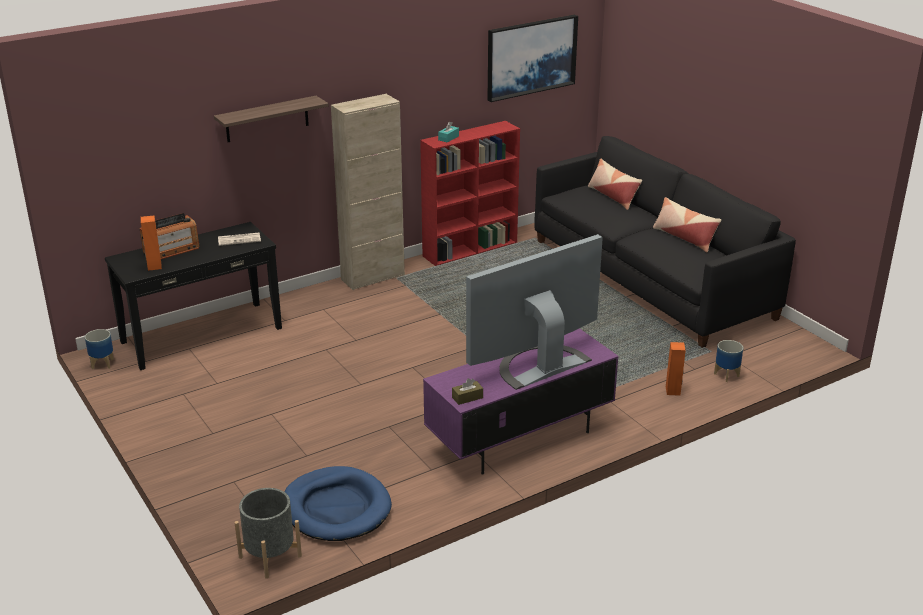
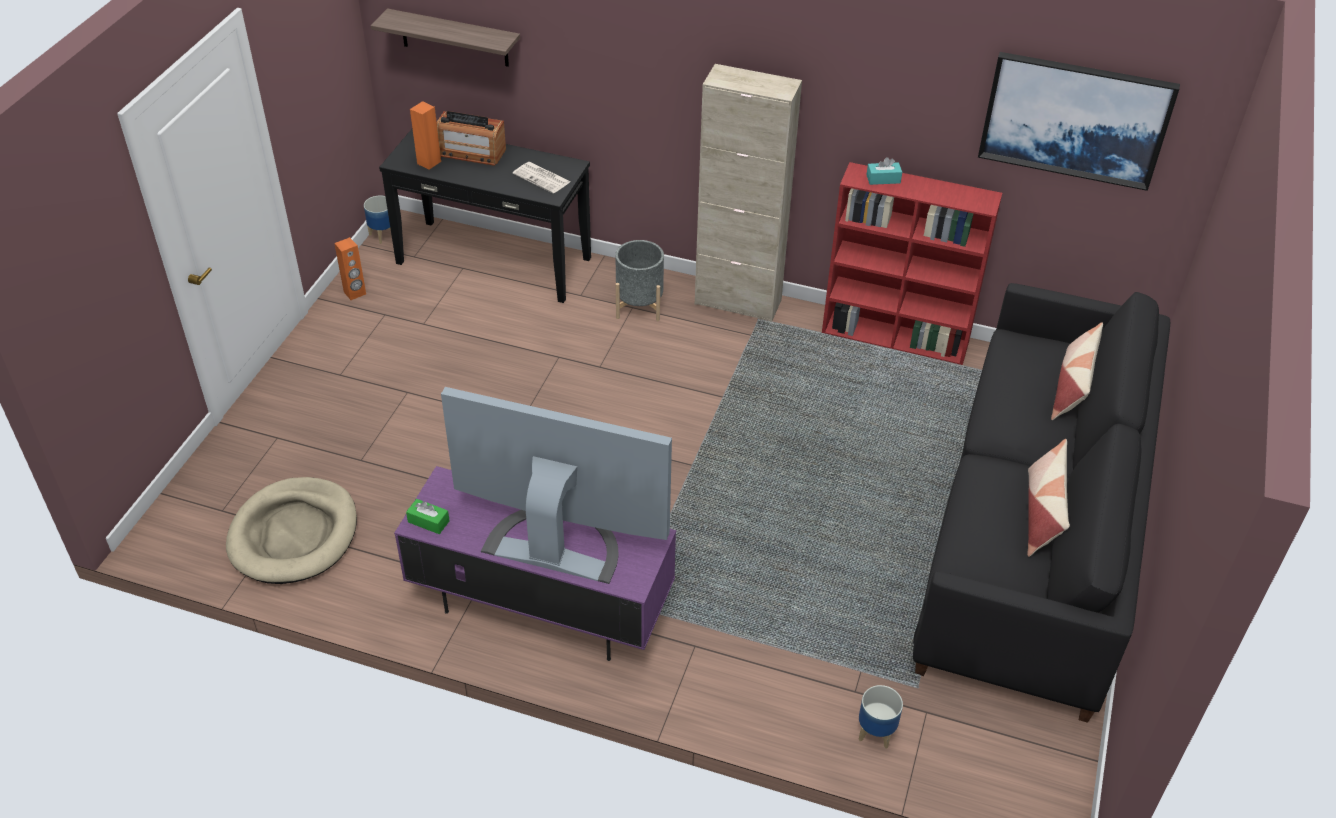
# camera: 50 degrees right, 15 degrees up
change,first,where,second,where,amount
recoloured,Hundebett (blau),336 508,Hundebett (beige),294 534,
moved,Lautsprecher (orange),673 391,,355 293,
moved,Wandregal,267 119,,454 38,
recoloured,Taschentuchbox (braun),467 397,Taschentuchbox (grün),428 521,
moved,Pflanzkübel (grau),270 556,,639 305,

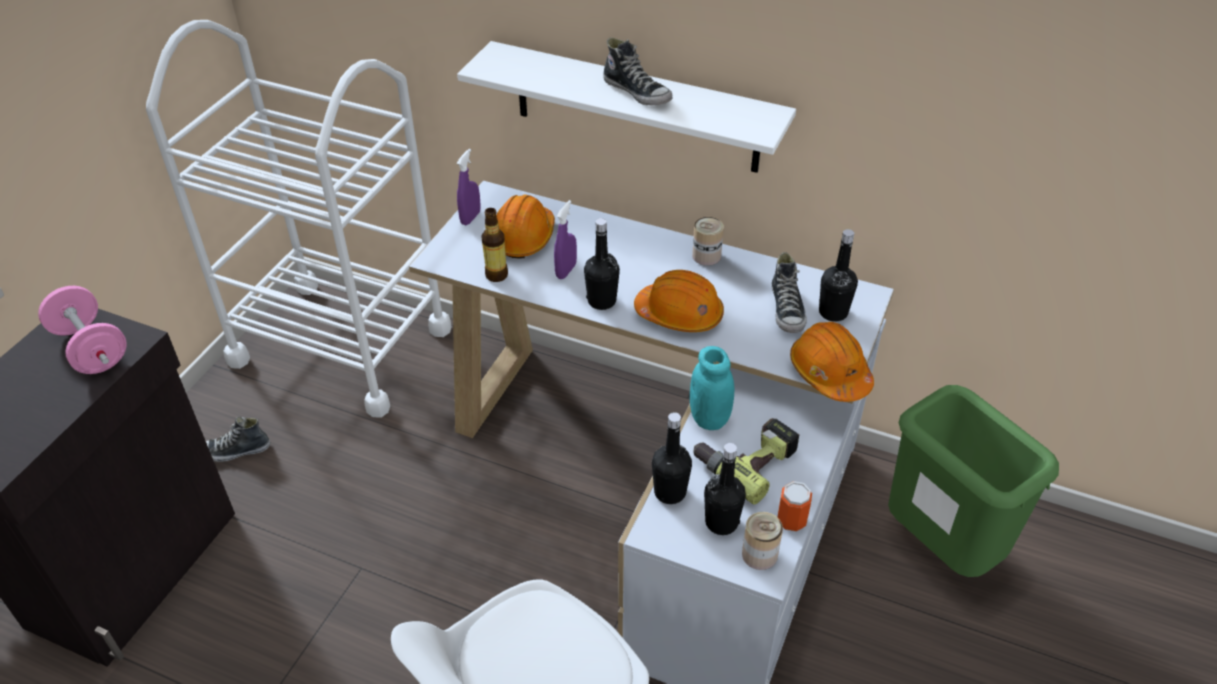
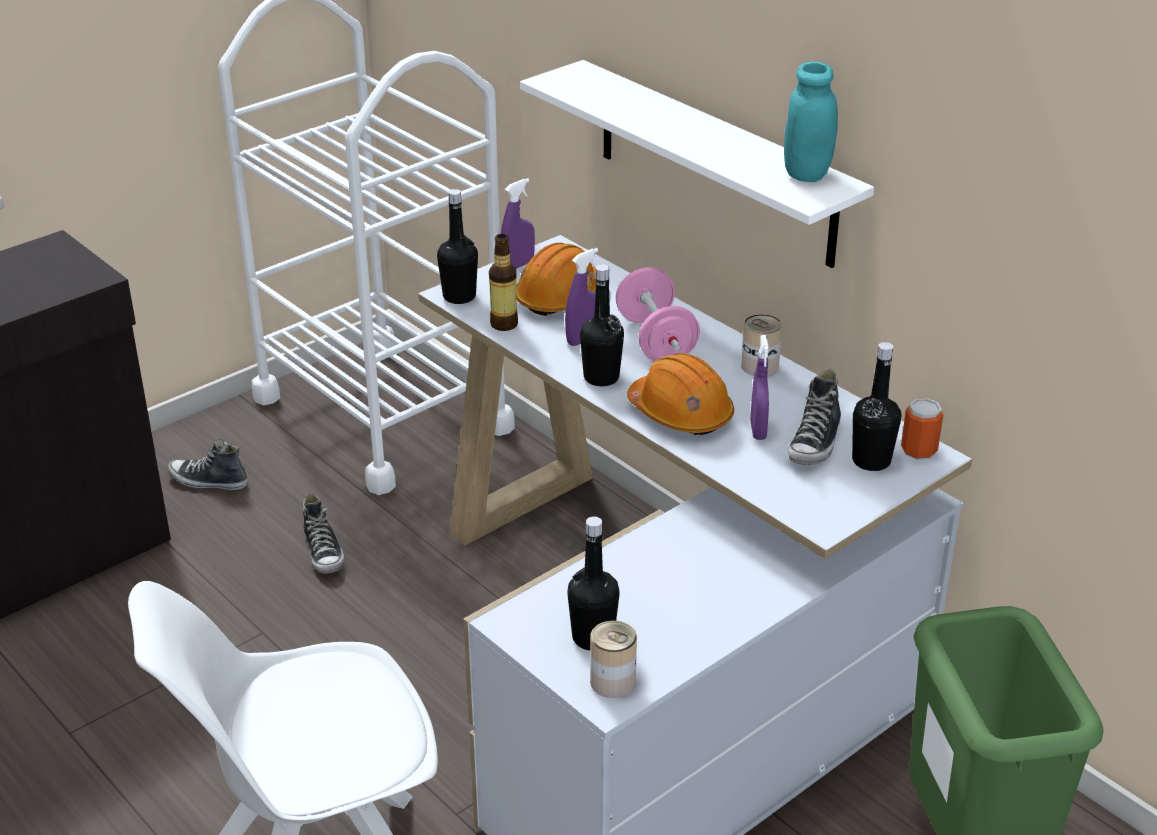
# camera: 25 degrees right, 10 degrees down
change,first,where,second,where,amount
moved,Schuh,637 92,,324 552,
moved,Flasche (schwarz),670 492,,459 296,
moved,Hantel (rosa),91 349,,656 340,
added,,,Sprühflasche (lila),758 430,
moved,Vorratsglas (türkis),709 418,,806 173,
moved,Dose,791 520,,918 451,
removed,Bohrmaschine,747 460,,,
removed,Schutzhelm (orange),829 373,,,

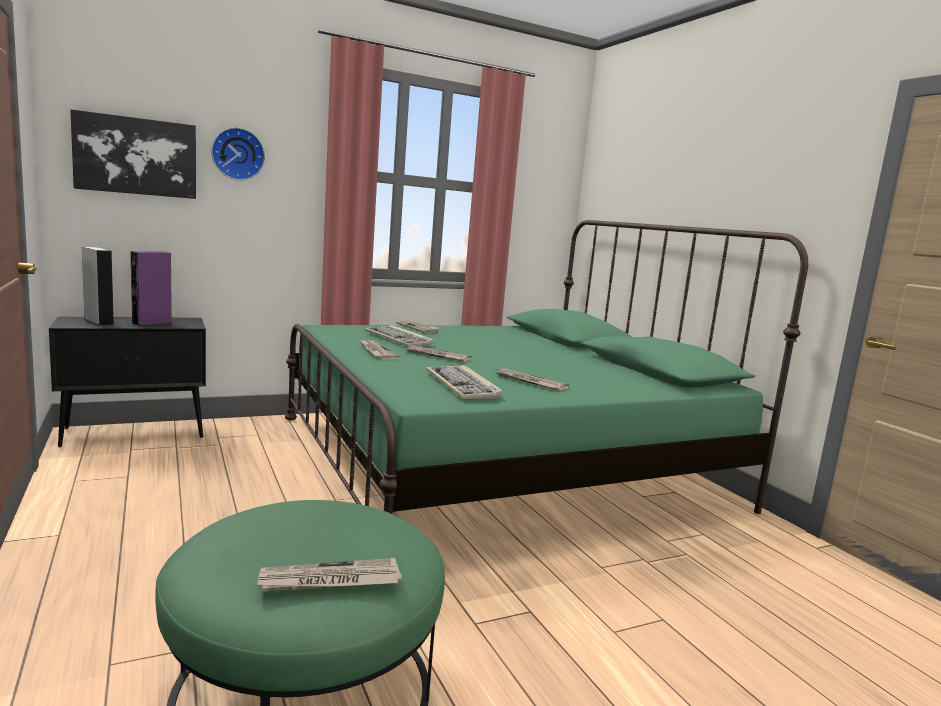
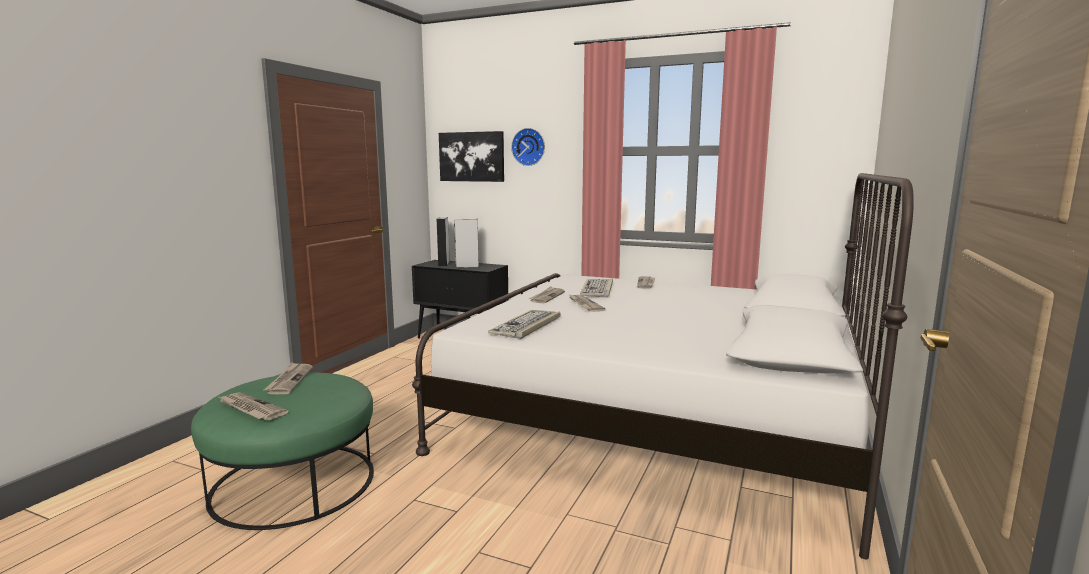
# camera: 50 degrees right, 0 degrees up
change,first,where,second,where,amount
moved,Zeitung,529 382,,289 380,
recoloured,Bett (grün),499 460,Bett (weiß),658 414,
recoloured,Lautsprecher (lila),152 323,Lautsprecher (grau),467 266,

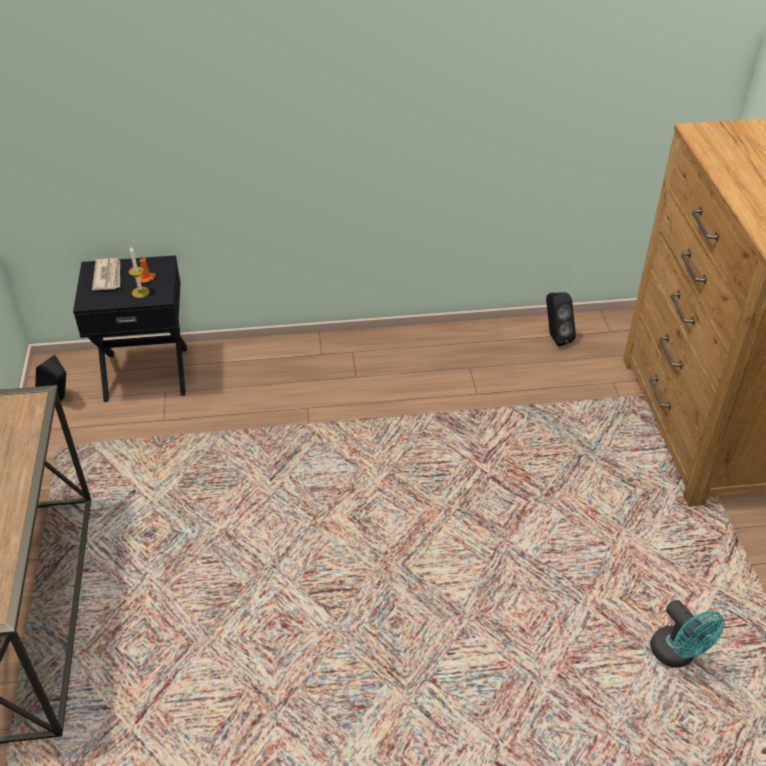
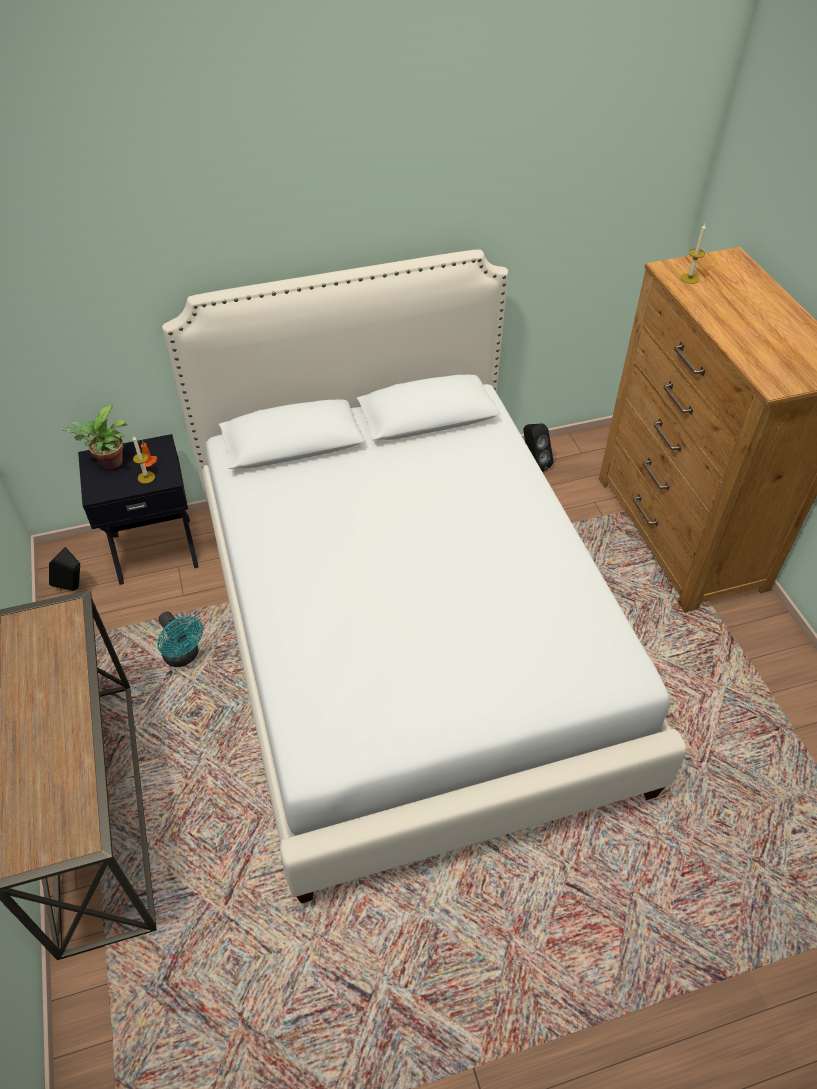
# camera: 10 degrees left, 5 degrees up
change,first,where,second,where,amount
replaced,Zeitung,108 276,Topfpflanze,109 464,
moved,Ventilator (türkis),678 655,,184 656,
added,,,Bett (weiß),408 637,
added,,,Kerze,690 278,

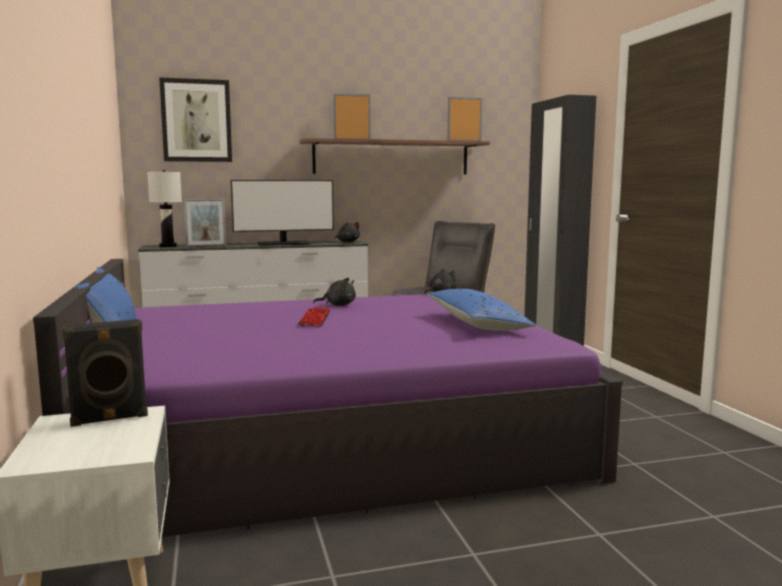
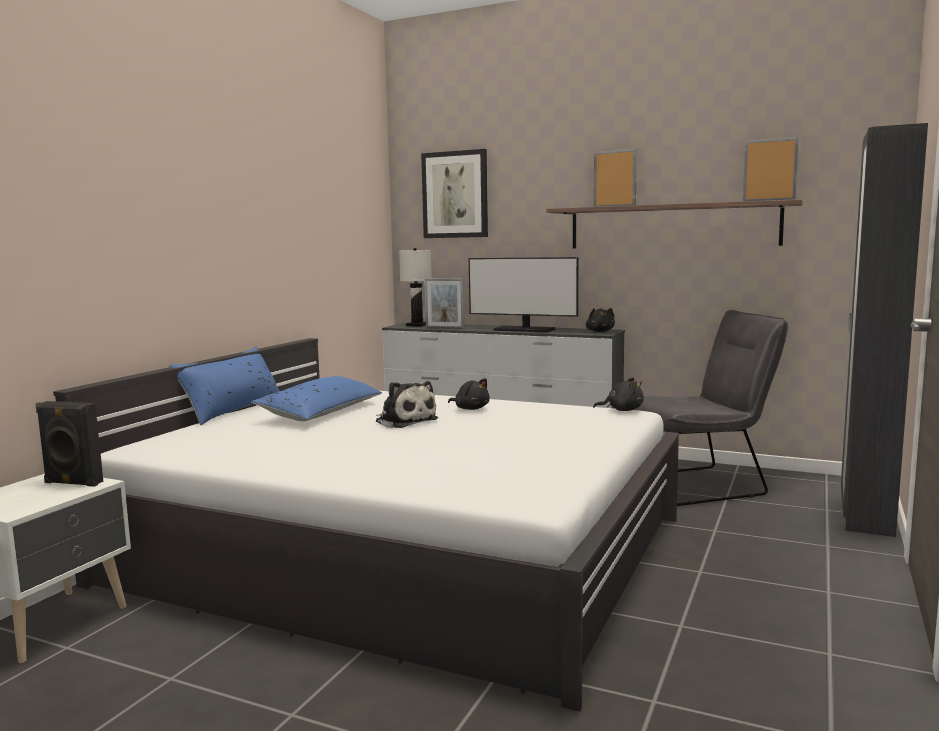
# camera: 40 degrees right, 0 degrees up
change,first,where,second,where,amount
recoloured,Bett (lila),327 435,Bett (weiß),401 550,
moved,Kissen (blau),477 324,,321 412,
replaced,Tastatur,315 319,Plüschtier,404 421,

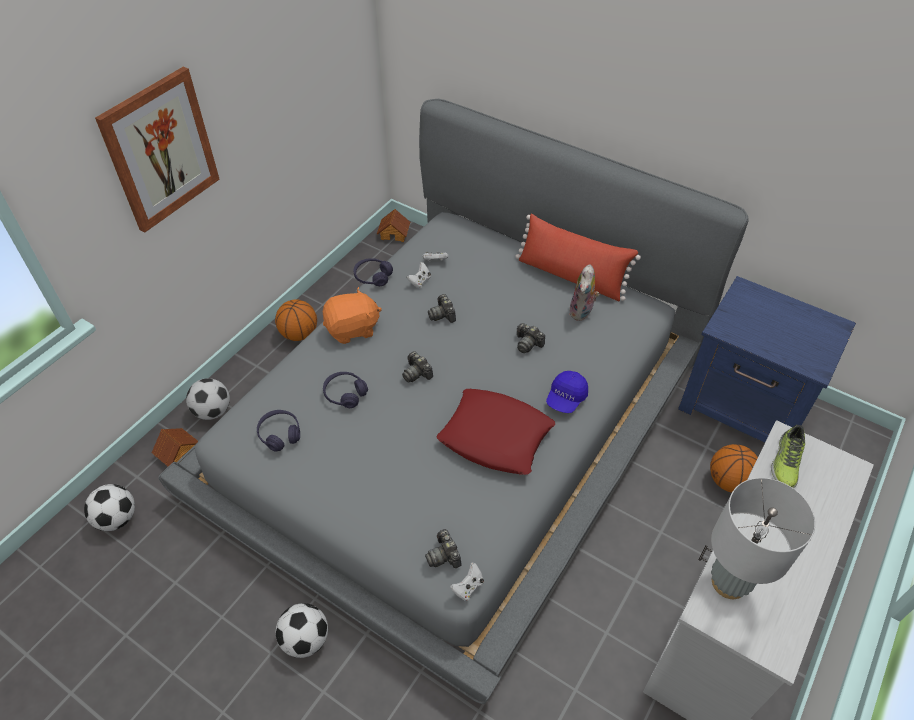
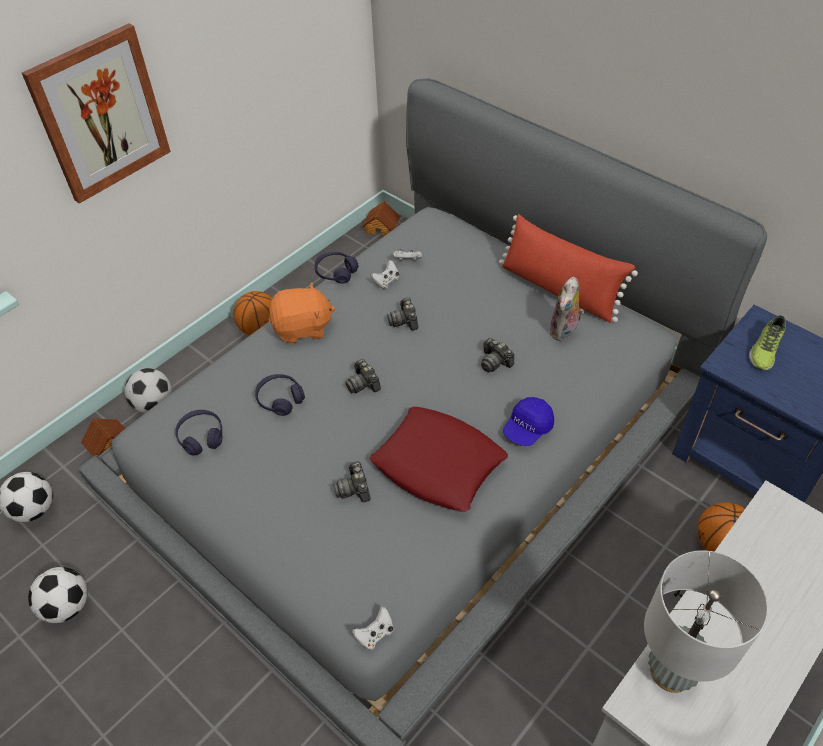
# camera: 10 degrees right, 0 degrees up
change,first,where,second,where,amount
moved,Fußball,305 639,,67 606,
moved,Kamera,444 555,,354 489,
moved,Schuh,785 462,,764 349,

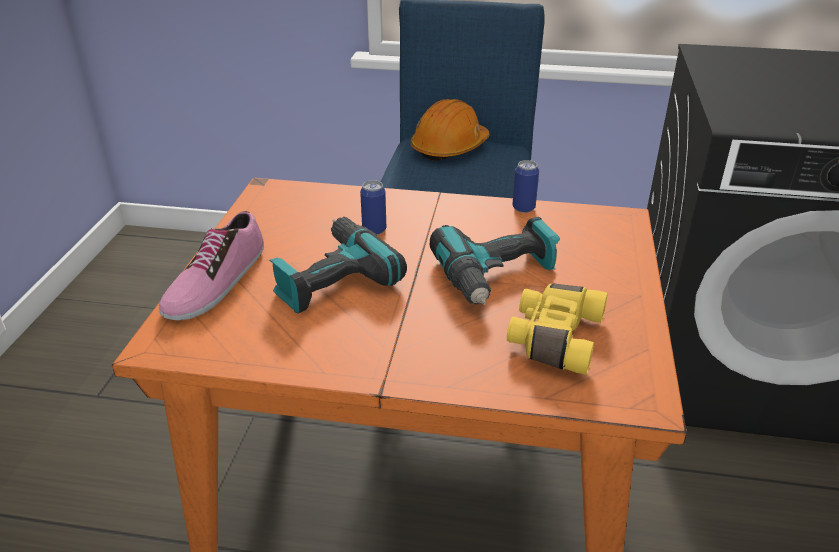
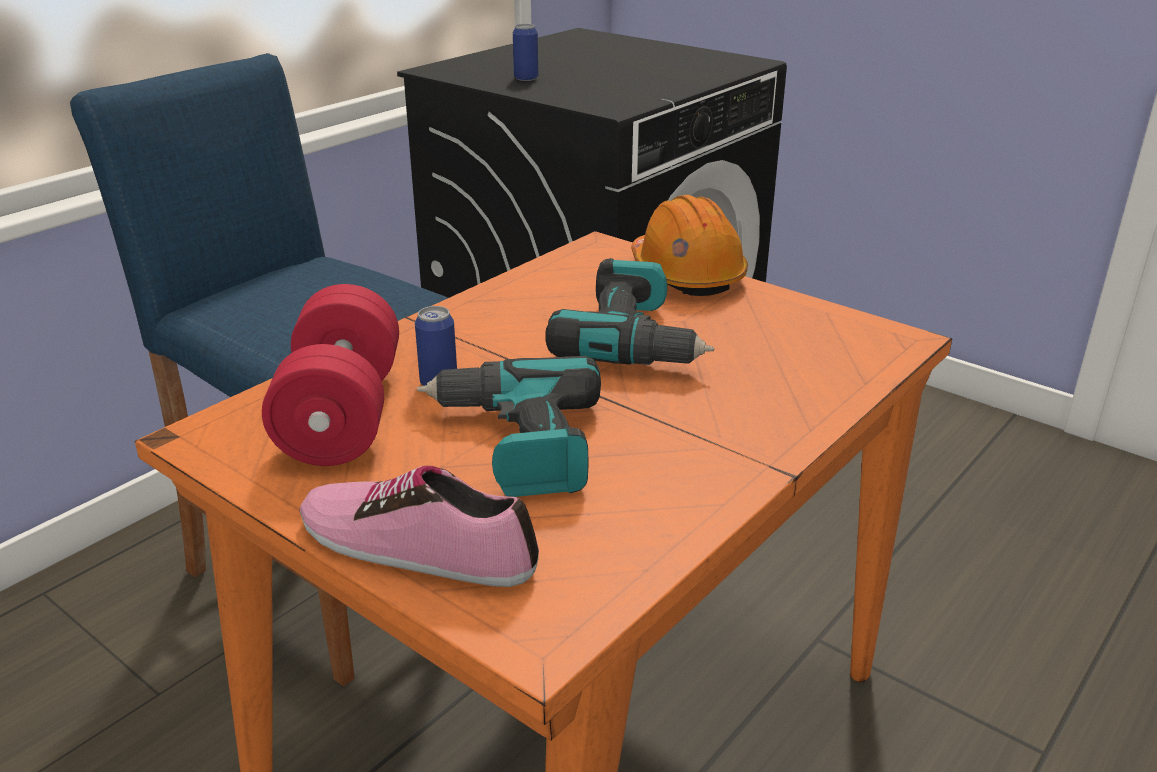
# camera: 60 degrees left, 5 degrees down
change,first,where,second,where,amount
added,,,Hantel (rot),342 415,
turned,Schuh,215 282,,417 545,150 degrees clockwise
moved,Dose,523 208,,526 78,
moved,Schutzhelm (orange),449 148,,686 274,
removed,Fernglas (gelb),553 338,,,

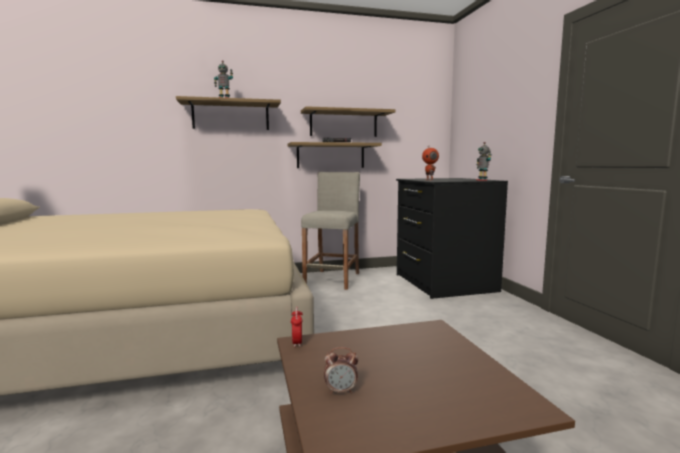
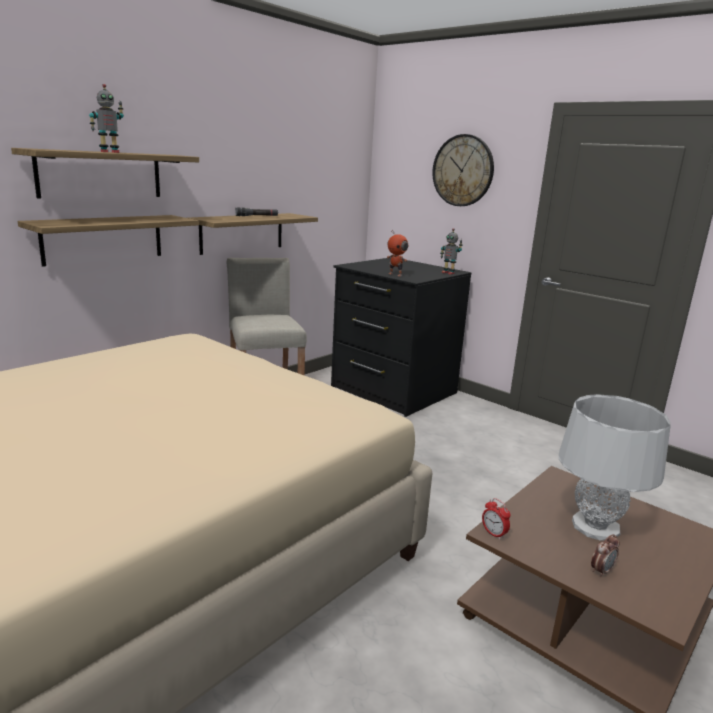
# camera: 35 degrees left, 10 degrees up
change,first,where,second,where,amount
moved,Wandregal,343 124,,103 239,
added,,,Wanduhr,463 170,
added,,,Tischlampe (grau),595 526,

